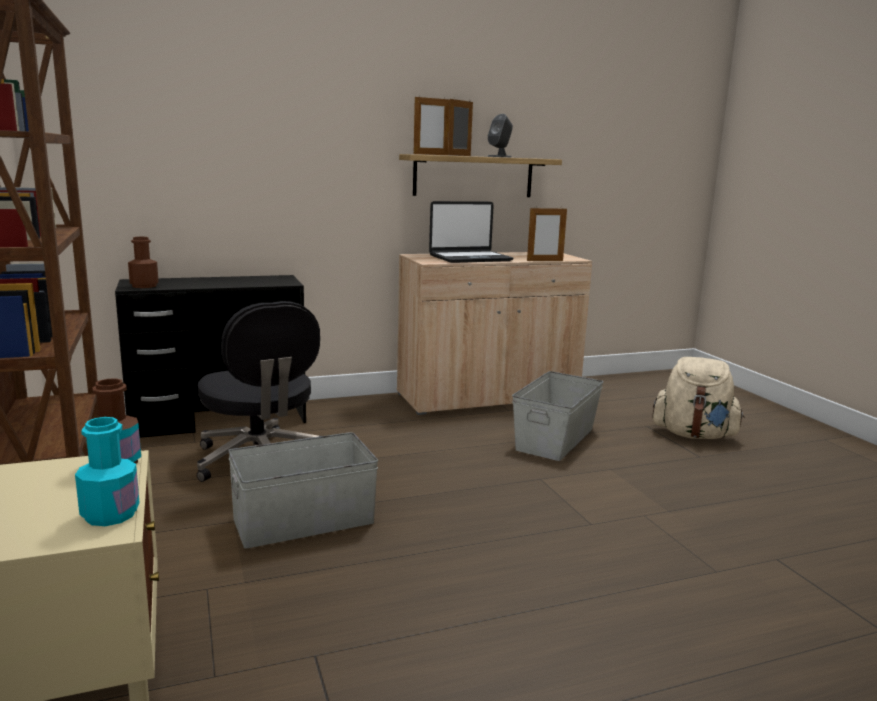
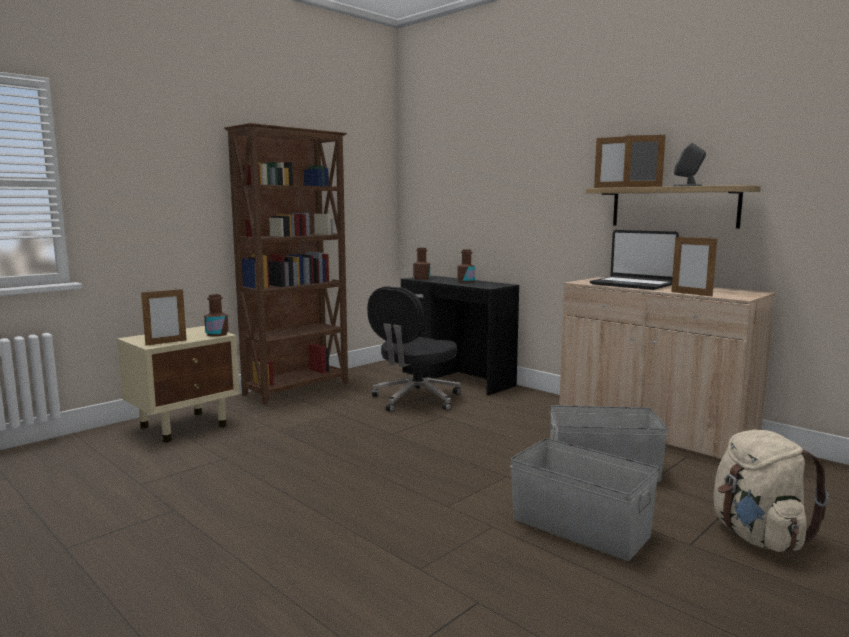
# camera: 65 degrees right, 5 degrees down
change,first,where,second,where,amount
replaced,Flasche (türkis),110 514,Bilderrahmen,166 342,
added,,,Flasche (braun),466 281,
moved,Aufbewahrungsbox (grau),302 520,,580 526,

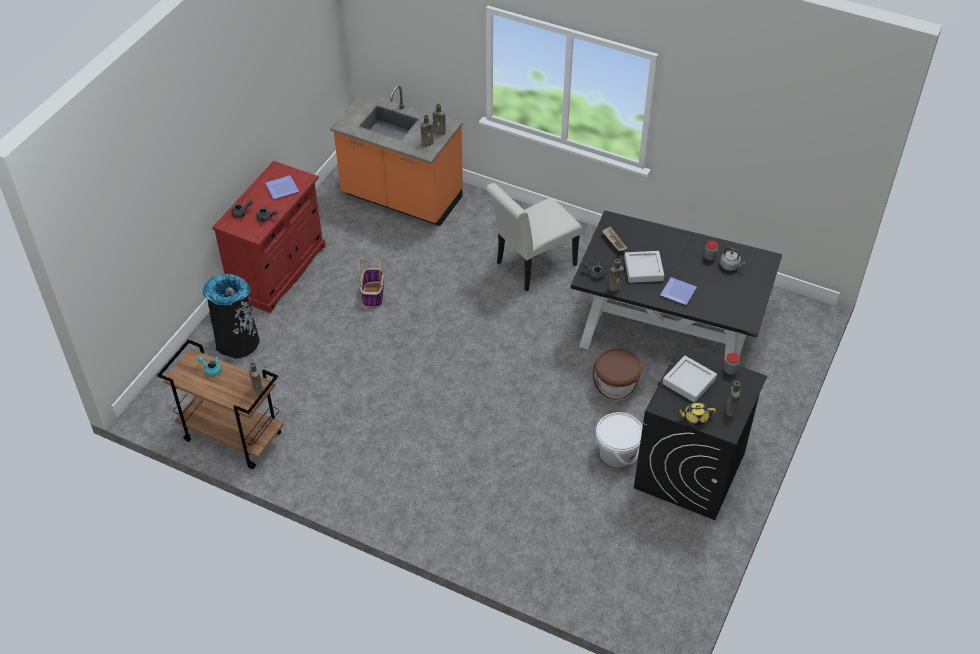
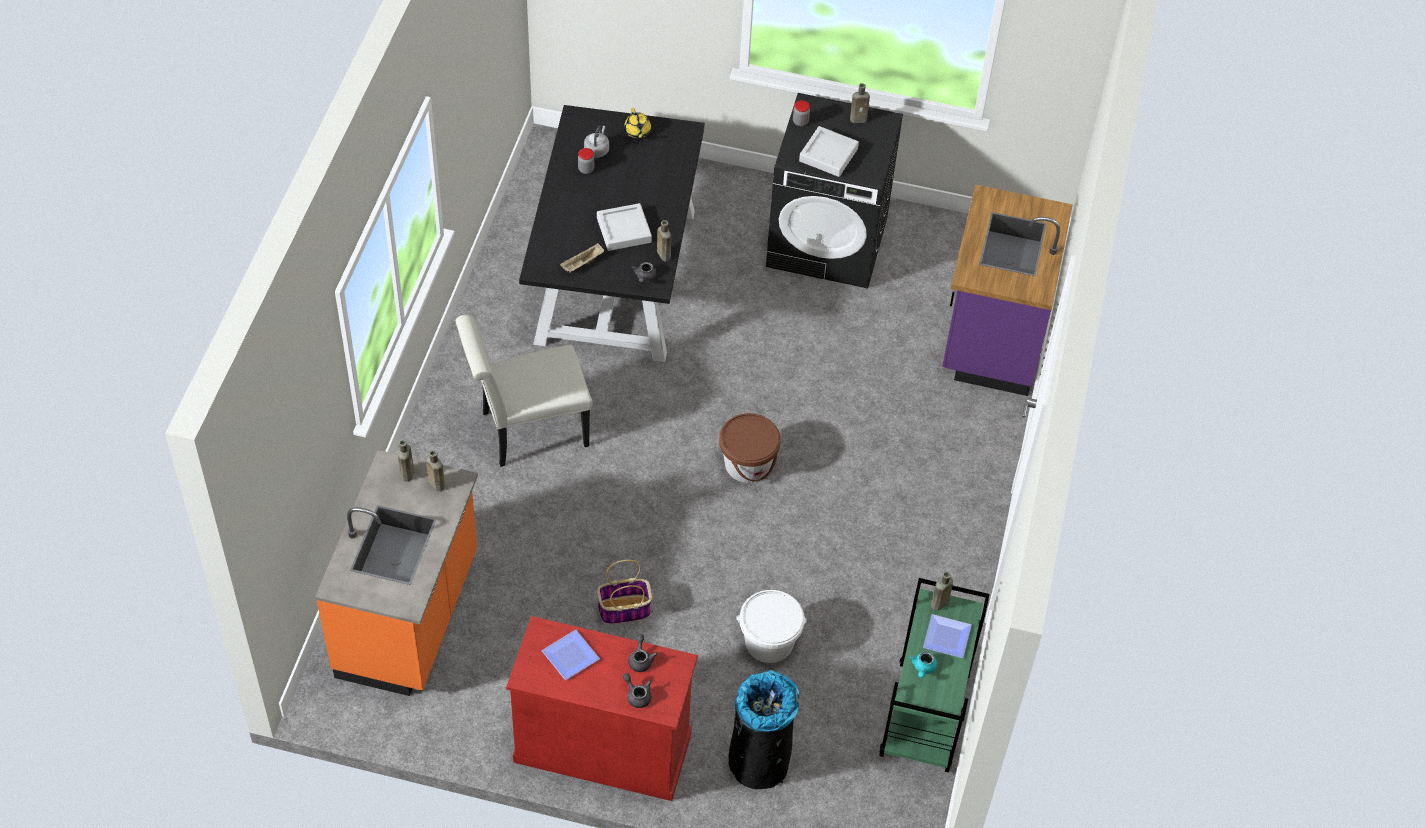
# camera: 105 degrees left, 5 degrees up
change,first,where,second,where,amount
turned,Stuhl (weiß),532 266,,527 431,120 degrees clockwise
moved,Teekanne (gelb),695 418,,637 131,
moved,Eimer (braun),616 387,,747 464,
moved,Eimer (weiß),617 452,,769 642,
recoloured,Rollwagen (braun),231 437,Rollwagen (grün),925 717,
moved,Teller,678 293,,948 636,
added,,,Küchenzeile (lila),992 336,

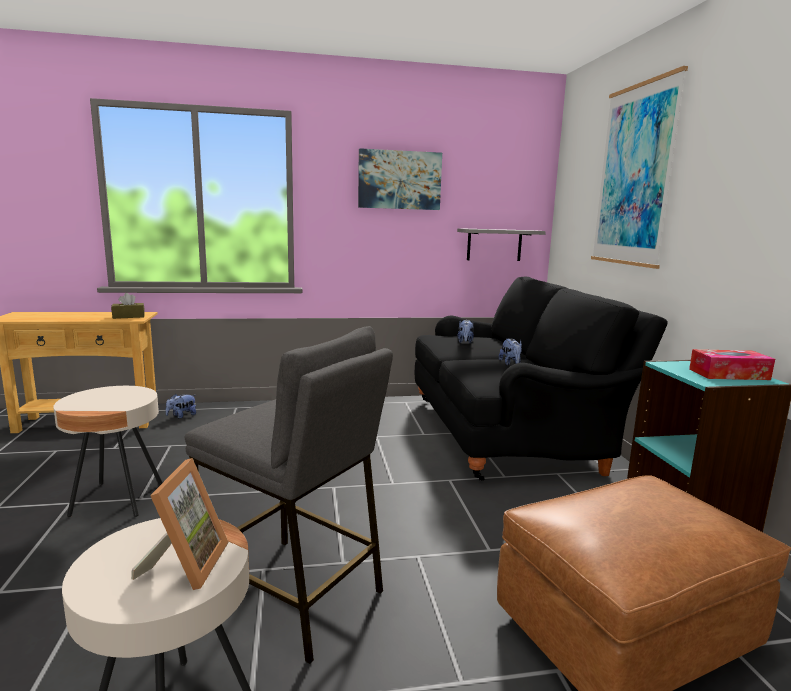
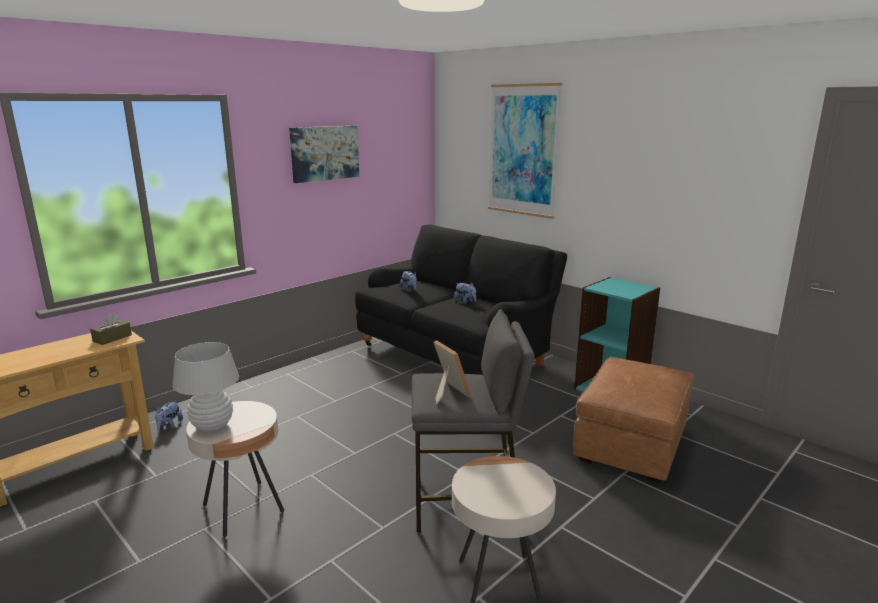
# camera: 35 degrees left, 5 degrees up
change,first,where,second,where,amount
added,,,Tischlampe (weiß),212 426,
moved,Bilderrahmen,185 564,,447 393,
removed,Wandregal (grau),494 245,,,
removed,Taschentuchbox,728 374,,,

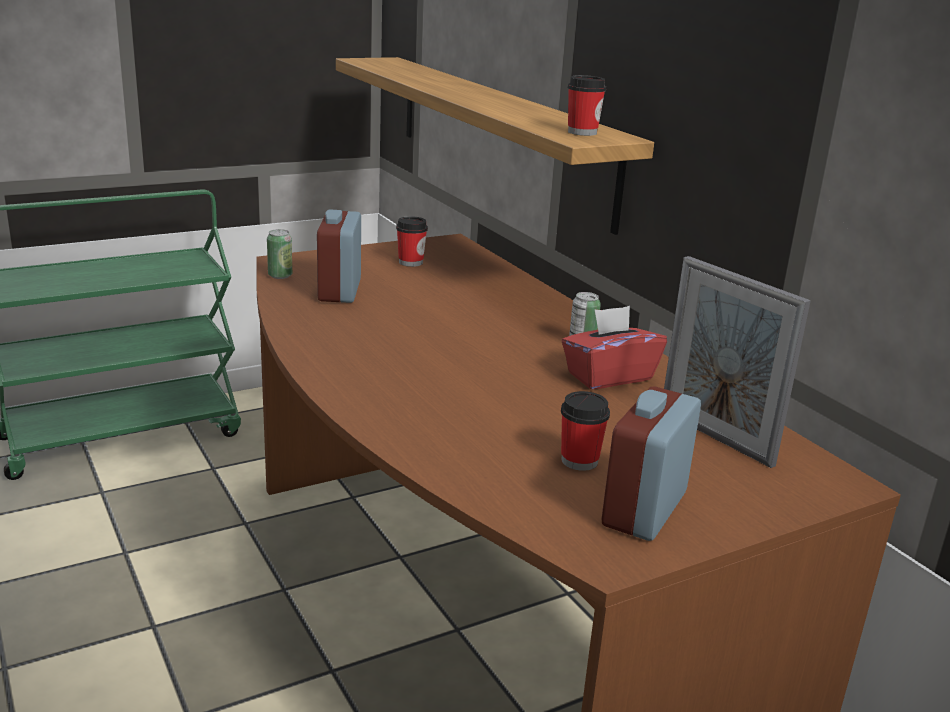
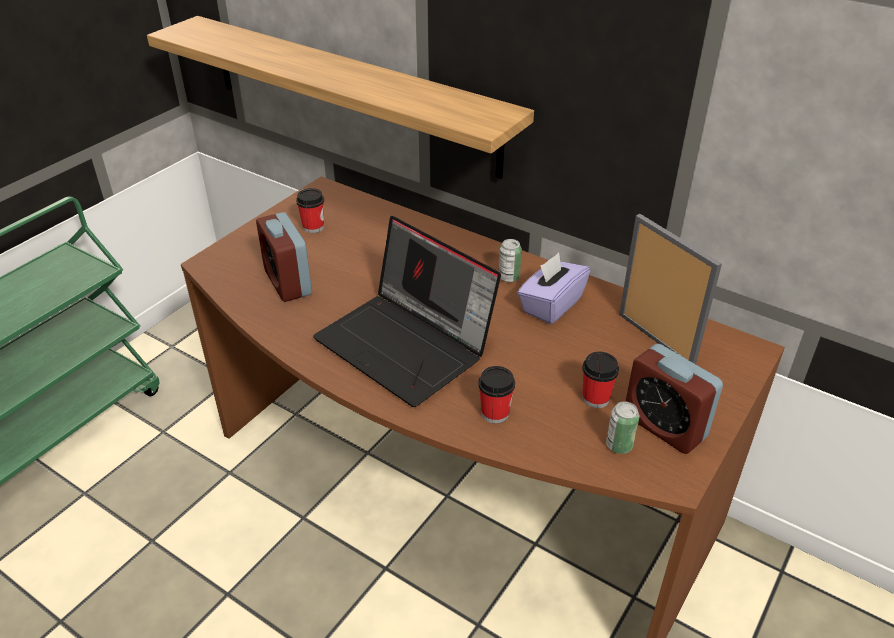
# camera: 25 degrees left, 15 degrees up
change,first,where,second,where,amount
added,,,Laptop,407 345,
moved,Tasse,582 132,,495 413,
recoloured,Taschentuchbox (rot),608 376,Taschentuchbox (lila),551 305,
moved,Dose,280 276,,619 445,
turned,Bilderrahmen,715 437,,656 339,150 degrees counterclockwise
turned,Wecker,644 509,,664 426,45 degrees counterclockwise

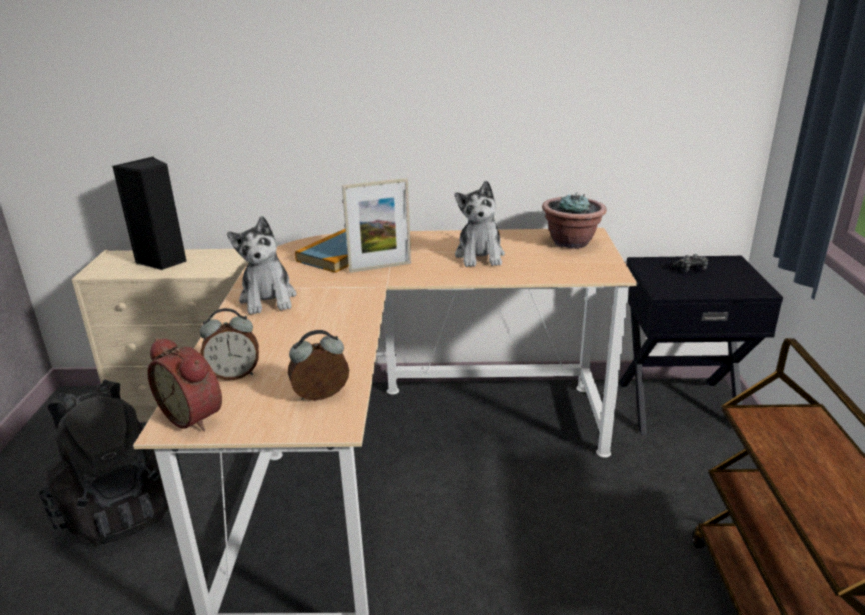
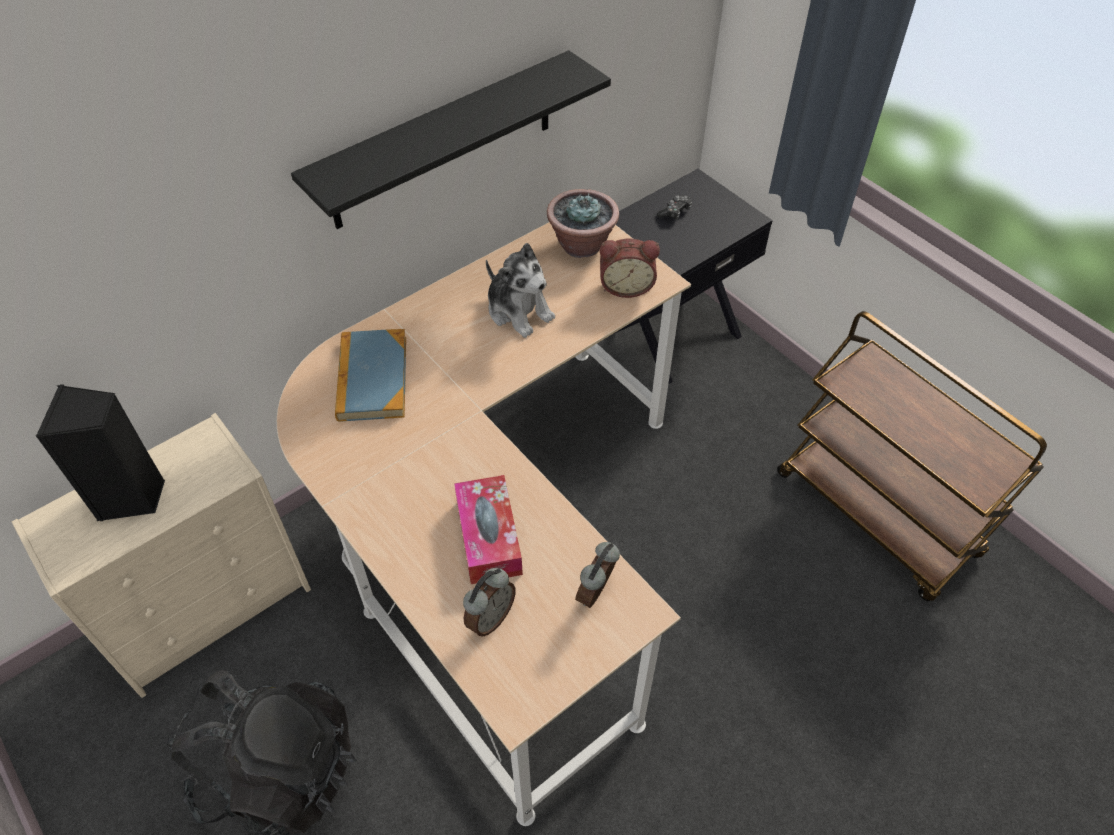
# camera: 40 degrees left, 25 degrees up
change,first,where,second,where,amount
added,,,Wandregal (schwarz),443 142,
added,,,Taschentuchbox,488 537,
moved,Wecker,195 415,,626 286,
removed,Plüschtier,268 299,,,
removed,Bilderrahmen,380 267,,,

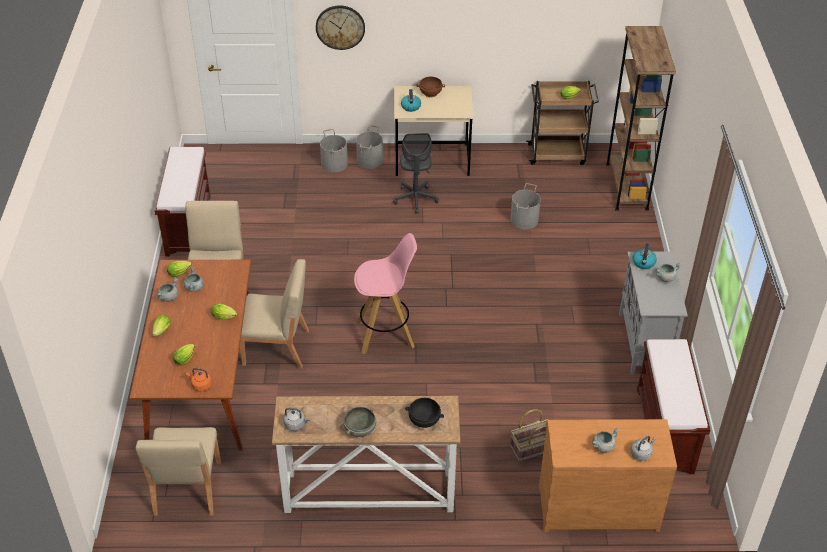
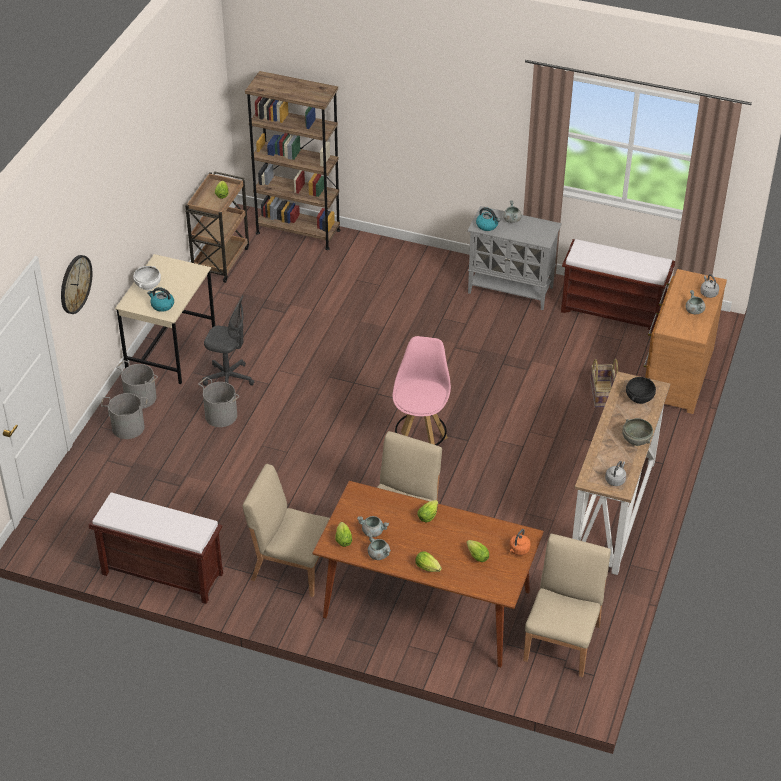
# camera: 70 degrees left, 0 degrees up
change,first,where,second,where,amount
recoloured,Schüssel (braun),430 93,Schüssel (weiß),147 285,
moved,Eimer (grau),524 220,,221 415,
turned,Stuhl (beige),187 488,,563 642,90 degrees counterclockwise

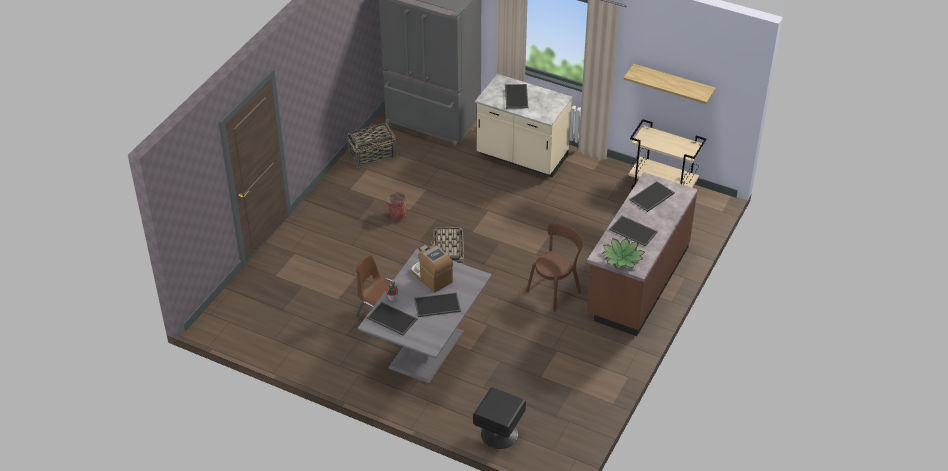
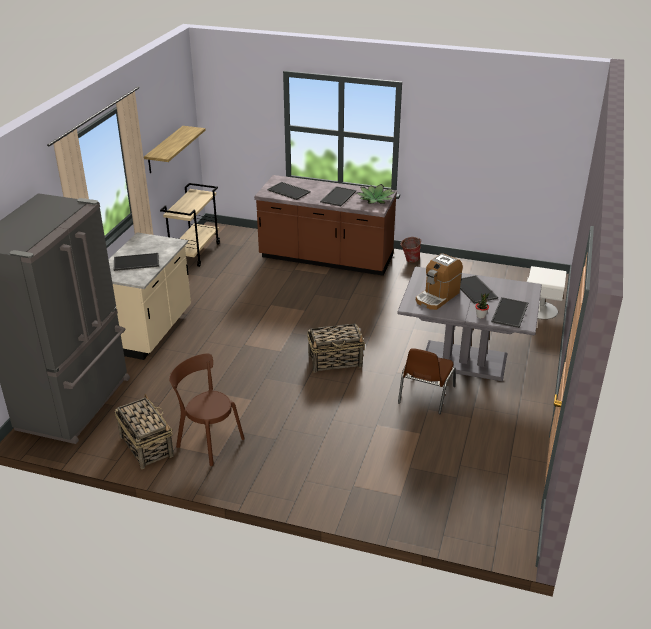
# camera: 100 degrees left, 10 degrees down
change,first,where,second,where,amount
moved,Stuhl (braun),555 290,,208 441,
moved,Eimer,397 215,,409 260,
recoloured,Nachttisch (schwarz),499 434,Nachttisch (weiß),541 310,

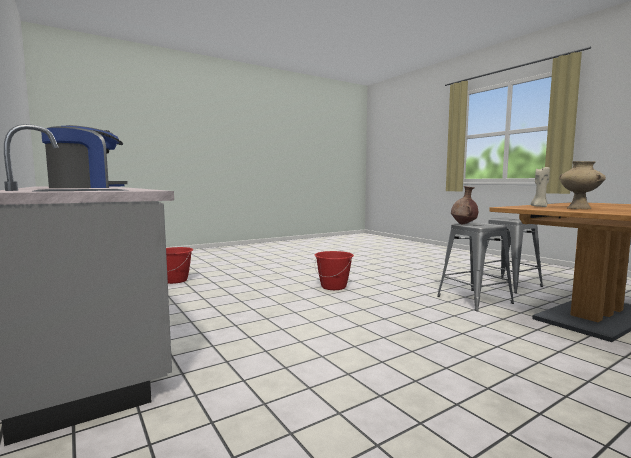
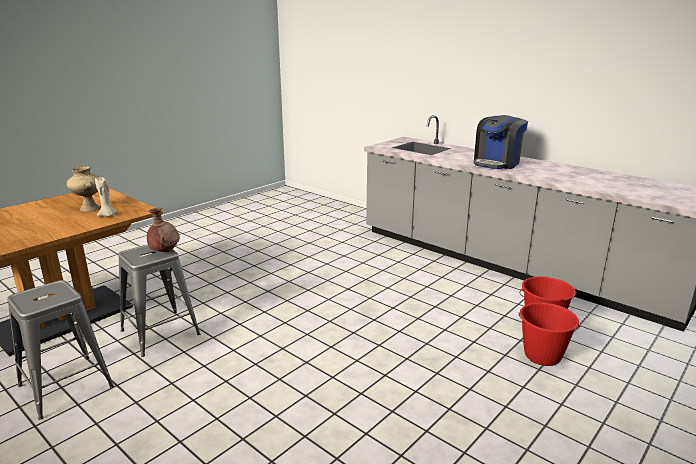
# camera: 165 degrees right, 15 degrees up
change,first,where,second,where,amount
moved,Eimer (rot),334 287,,542 356,

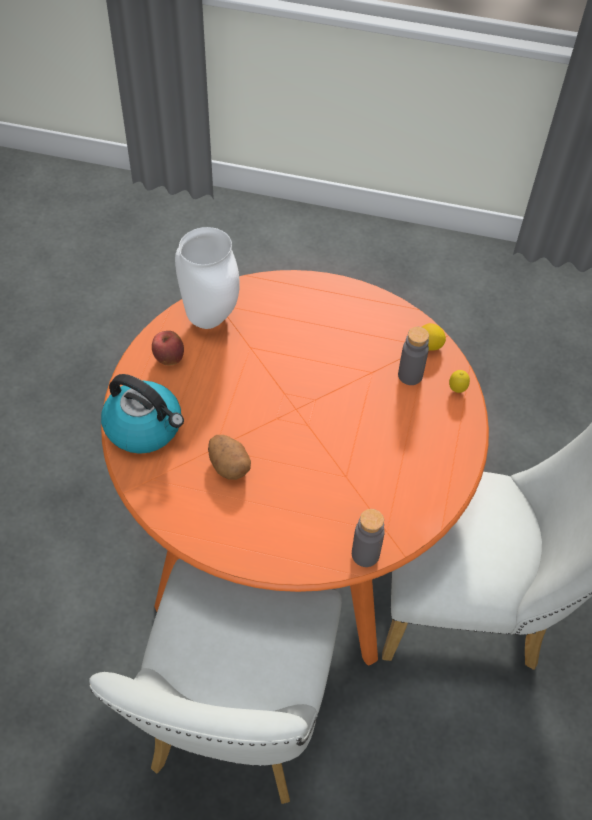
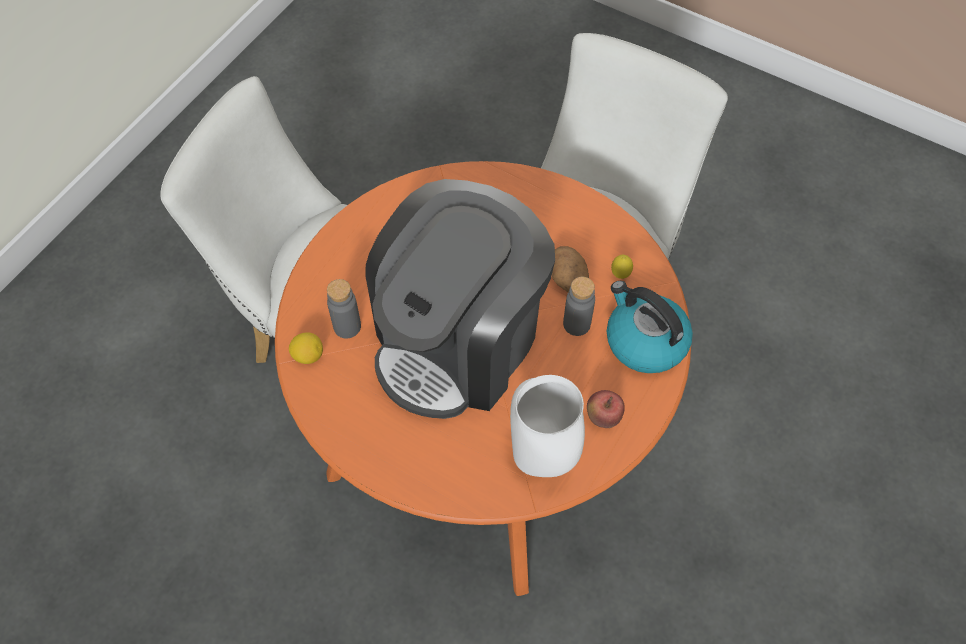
# camera: 160 degrees left, 5 degrees up
change,first,where,second,where,amount
added,,,Kaffeemaschine,459 341,
moved,Flasche (grau),365 554,,576 324,
moved,Zitrone,457 390,,620 275,

